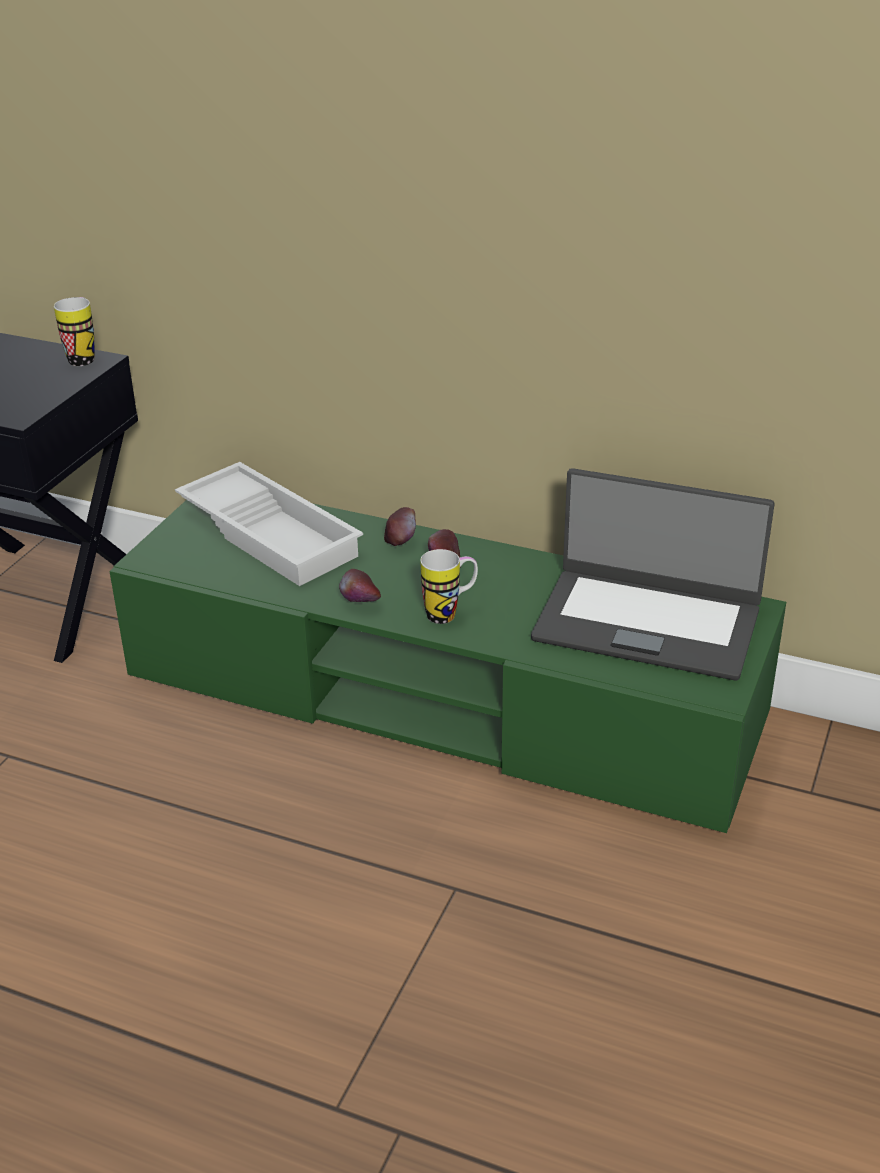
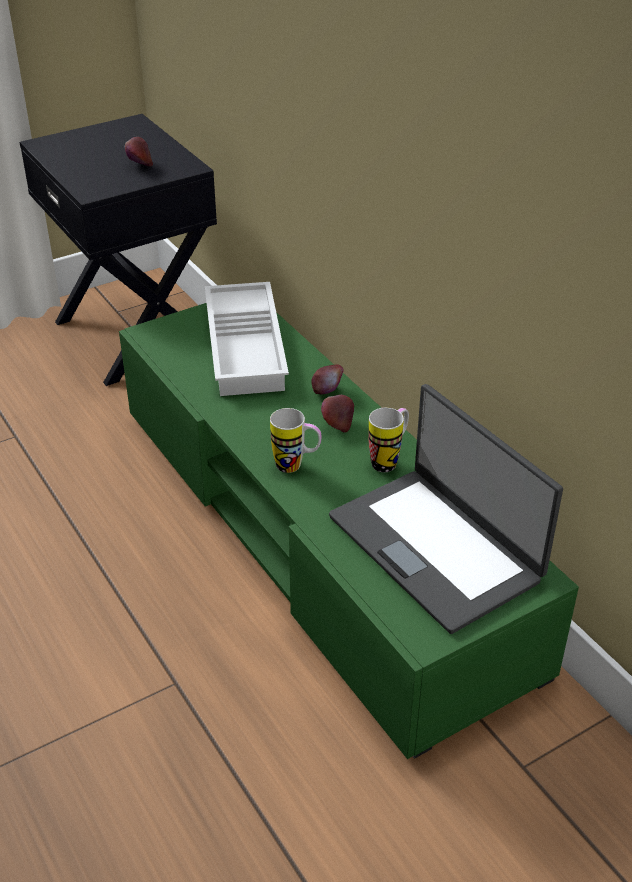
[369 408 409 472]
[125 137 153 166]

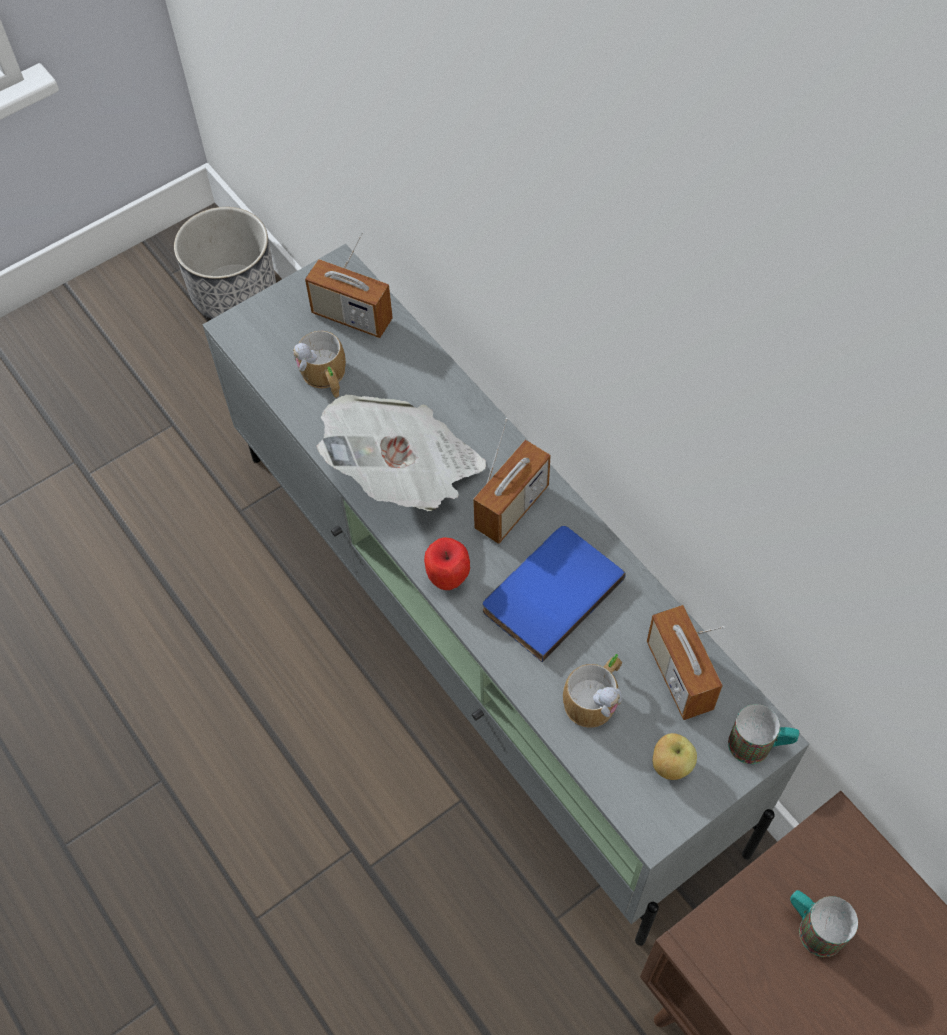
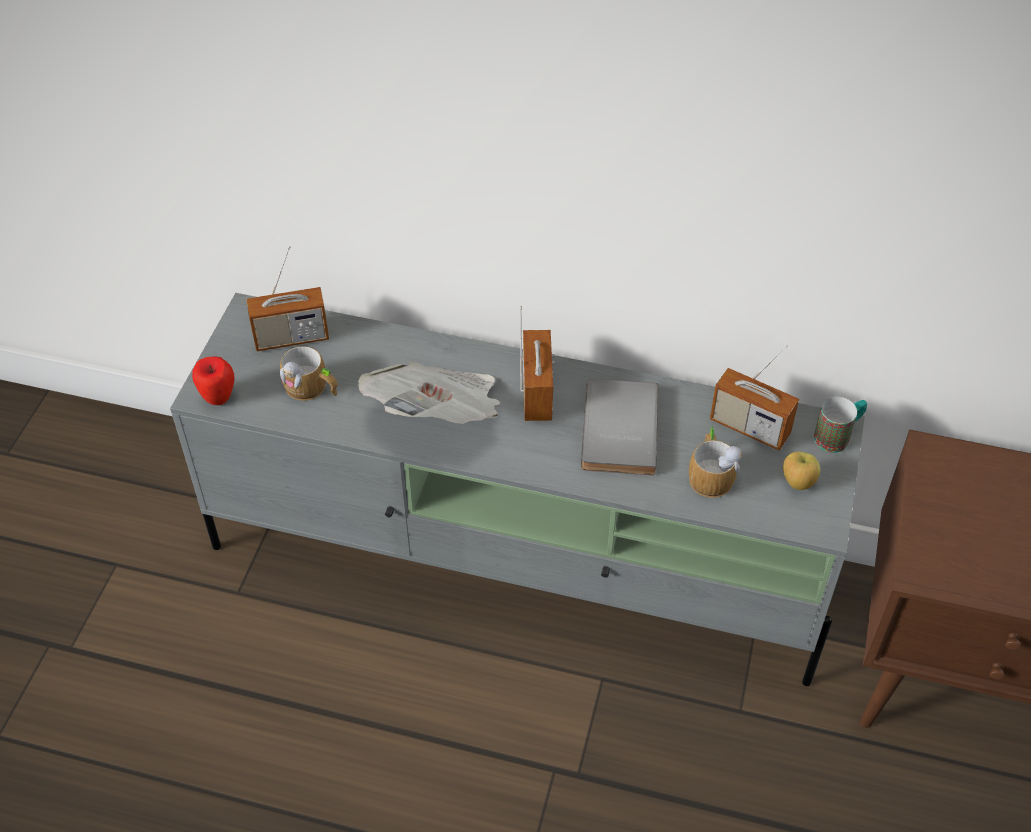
[174 207 276 319] (first image)
[192 356 235 405]
[581 379 658 476]
[790 890 858 957] (first image)

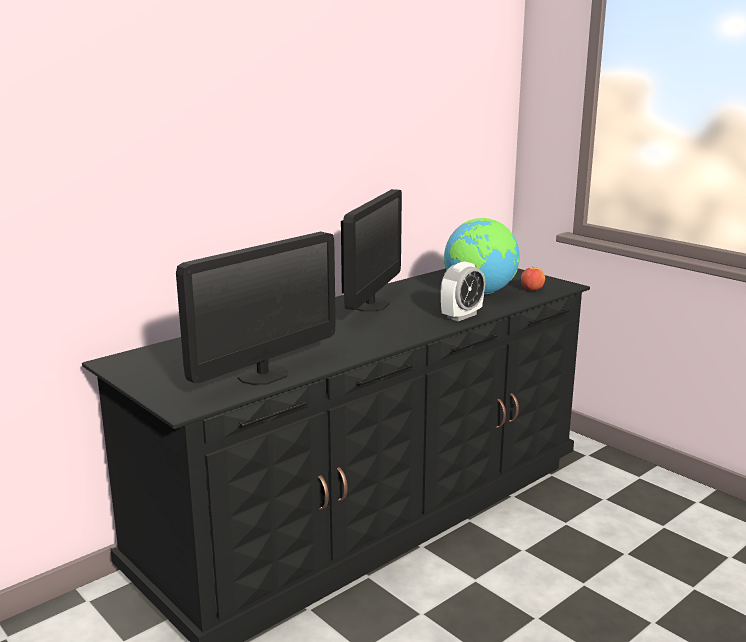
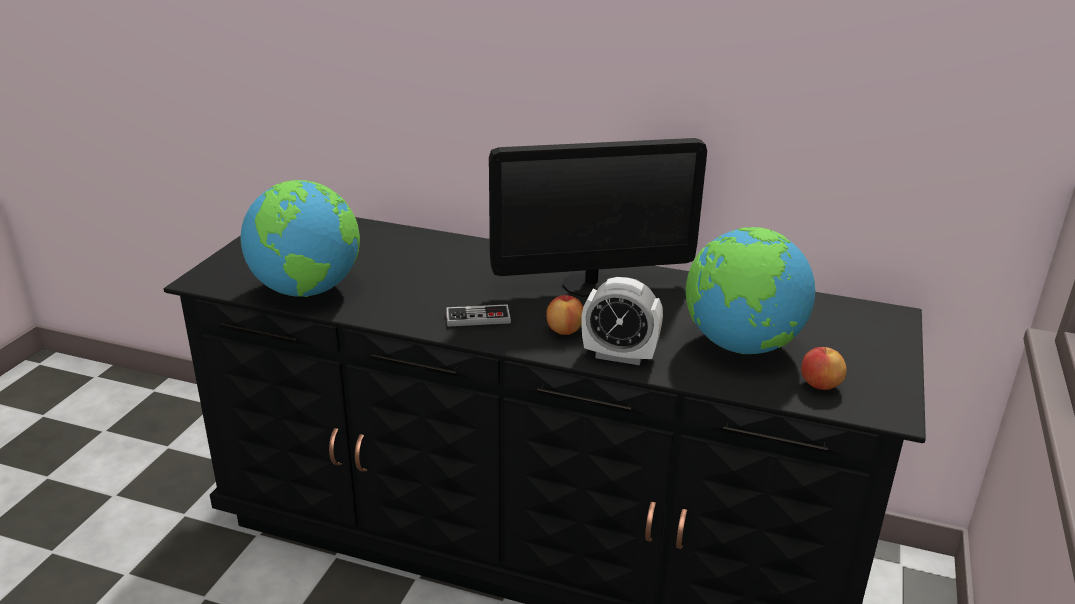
[241 180 360 297]
[446 304 511 327]
[546 295 583 335]

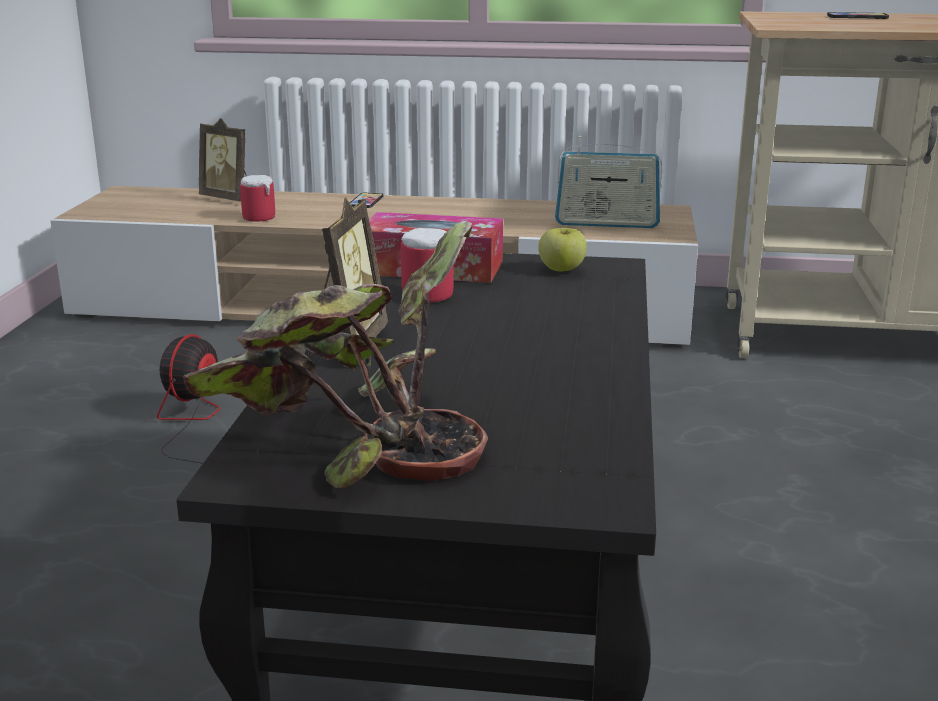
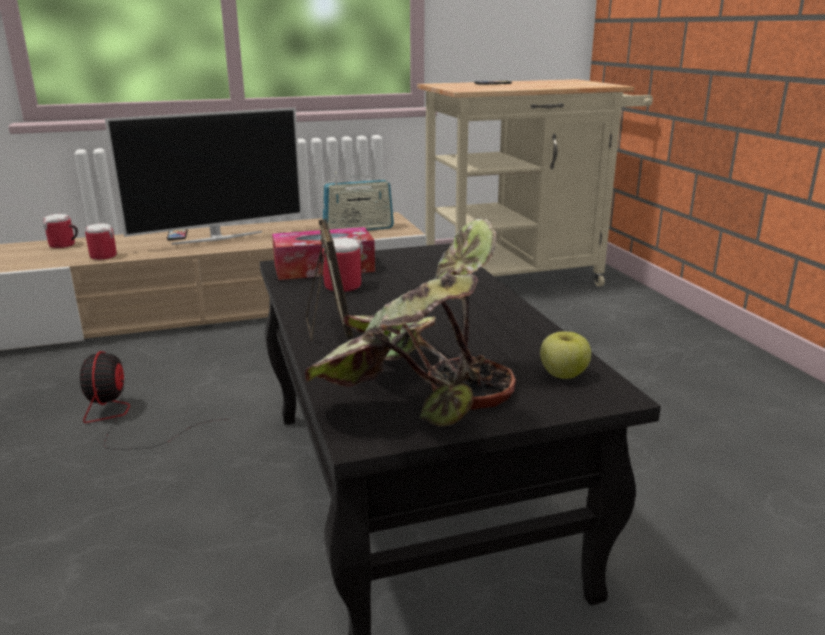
[43 214 78 248]
[540 332 591 379]
[105 108 302 245]

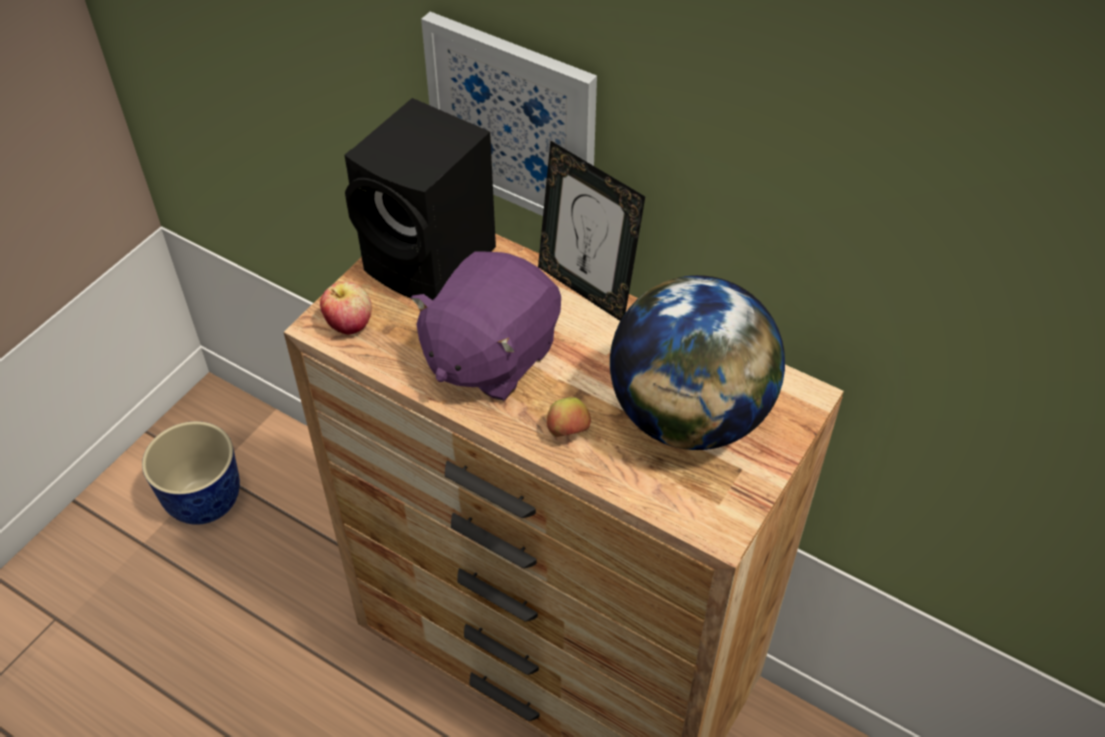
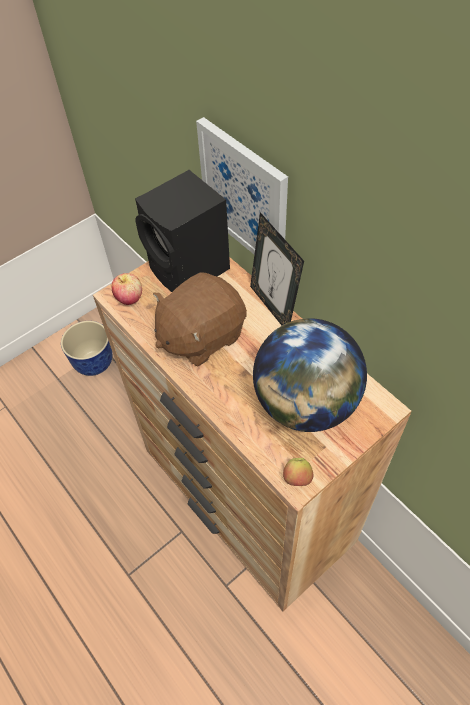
[153 272 247 367]
[283 458 313 486]

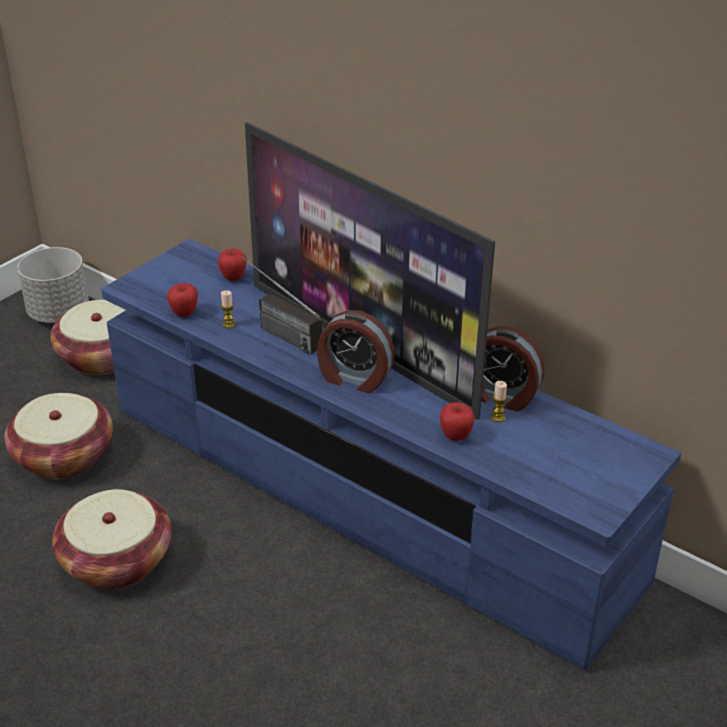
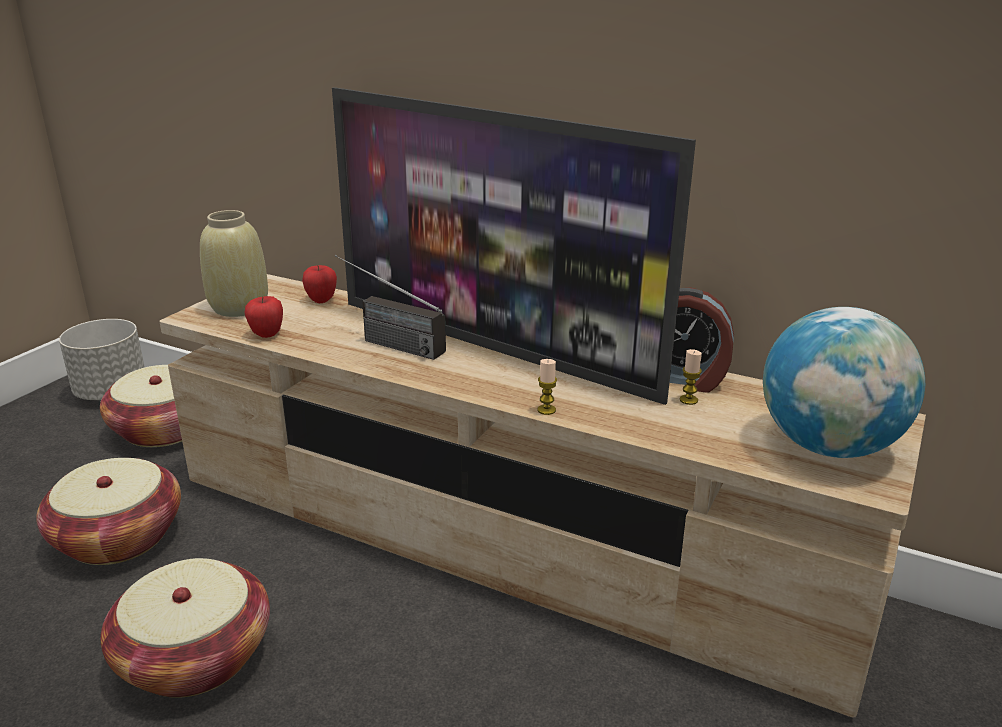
[159 274 926 718]
[538 359 557 415]
[317 310 395 393] (first image)
[440 402 475 441] (first image)
[200 210 268 317]
[763 307 925 458]

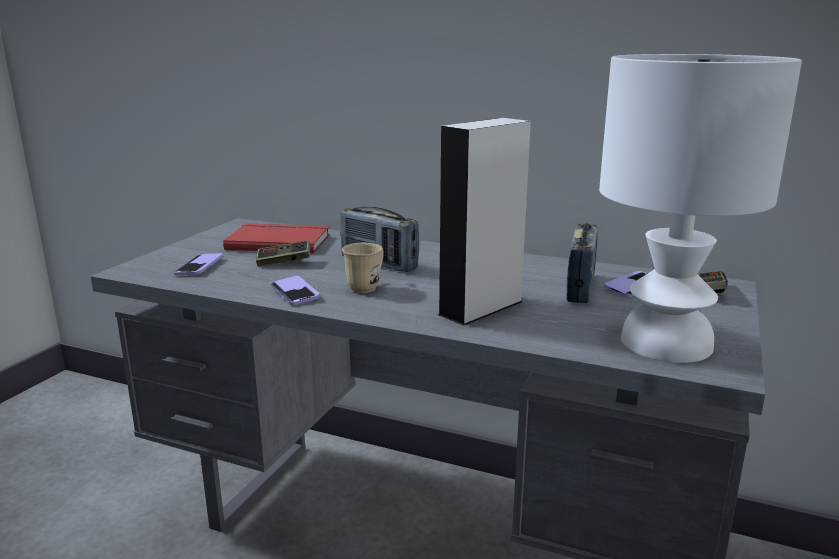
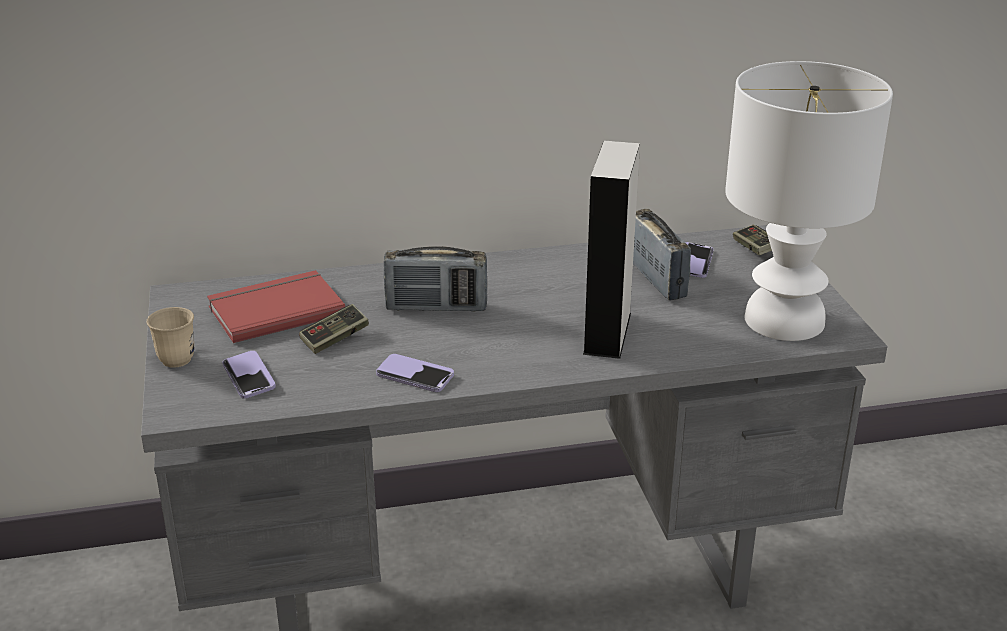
[147 307 194 368]

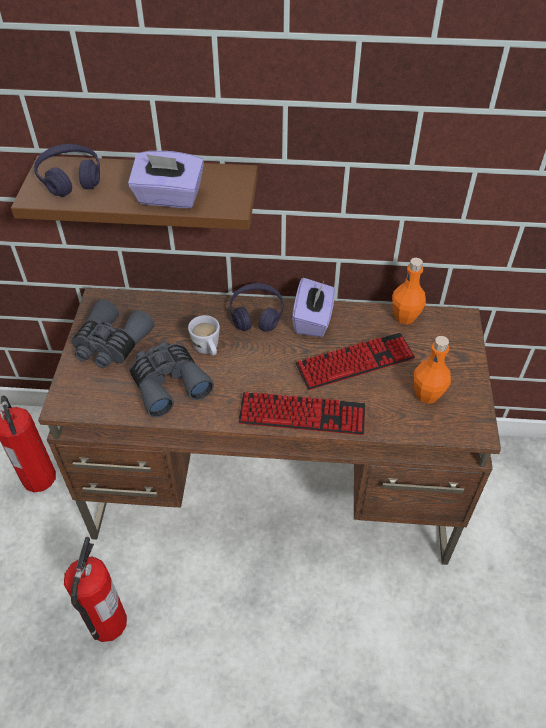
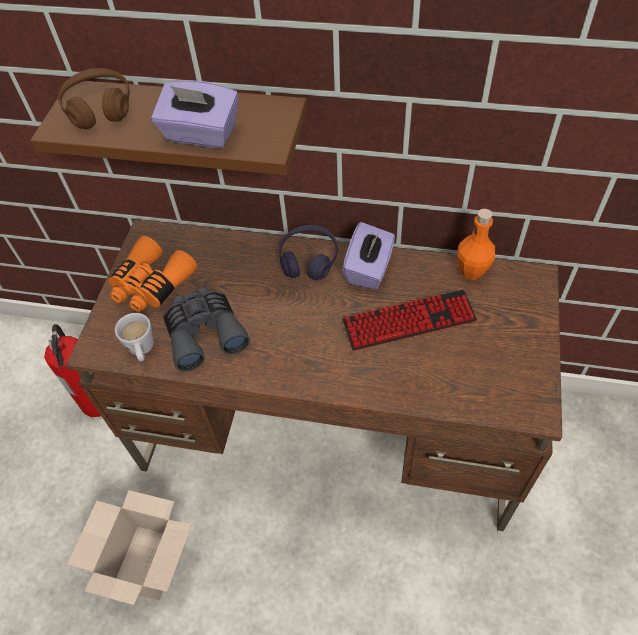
[57 68 130 130]
[67 490 192 605]
[108 236 197 312]
[115 313 154 361]
[238 392 365 435] (first image)
[414 336 451 404] (first image)

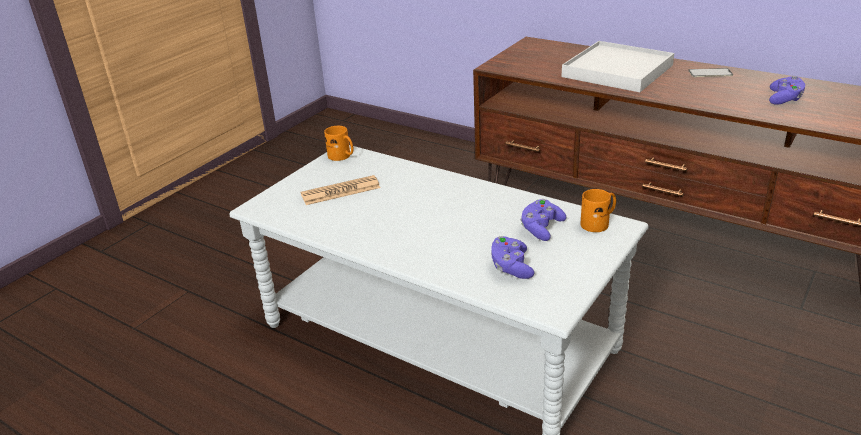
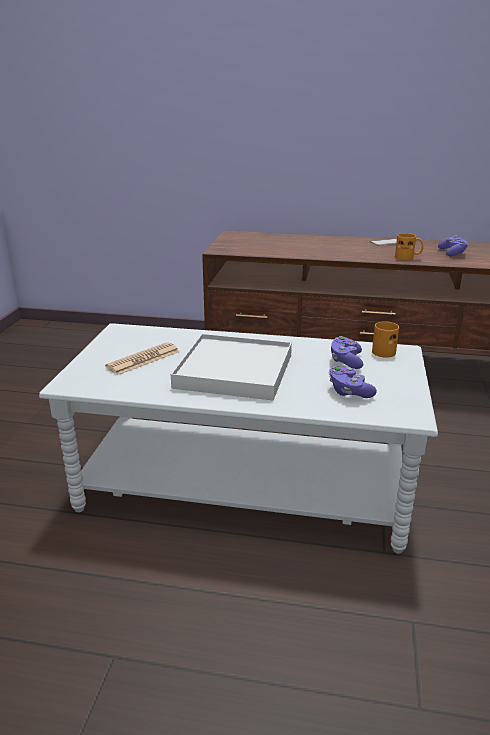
[395 233 424 260]
[171 334 292 400]

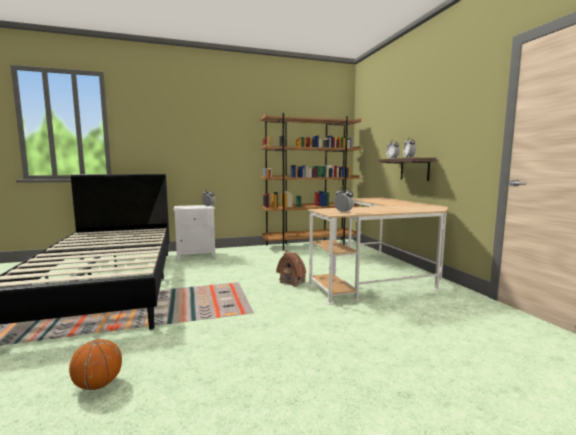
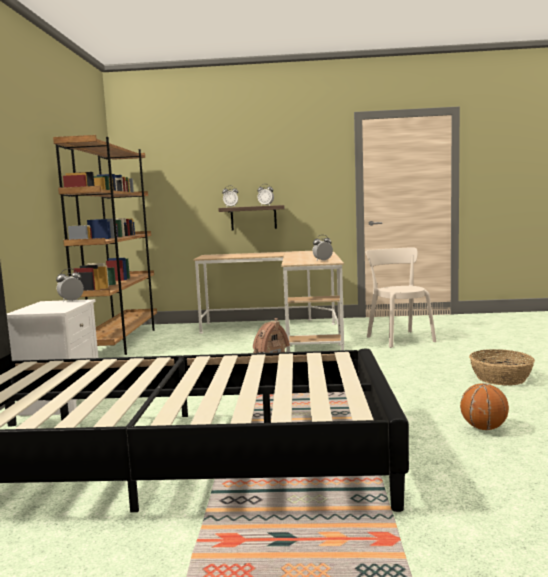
[366 247 437 348]
[469 349 535 386]

